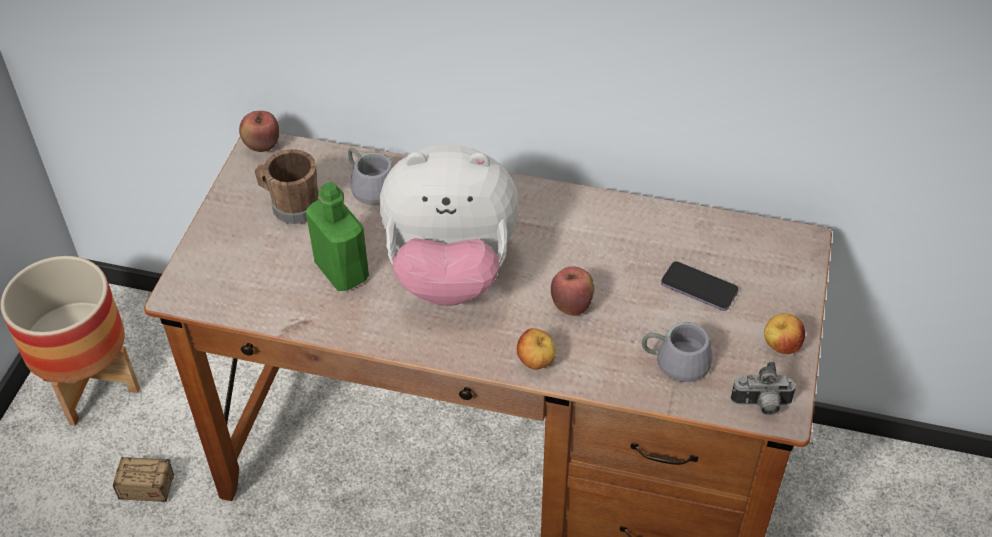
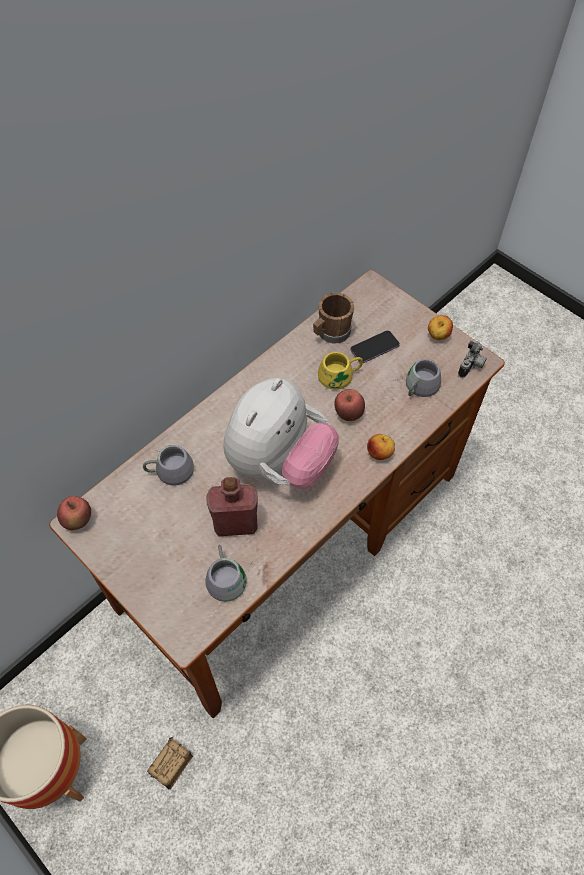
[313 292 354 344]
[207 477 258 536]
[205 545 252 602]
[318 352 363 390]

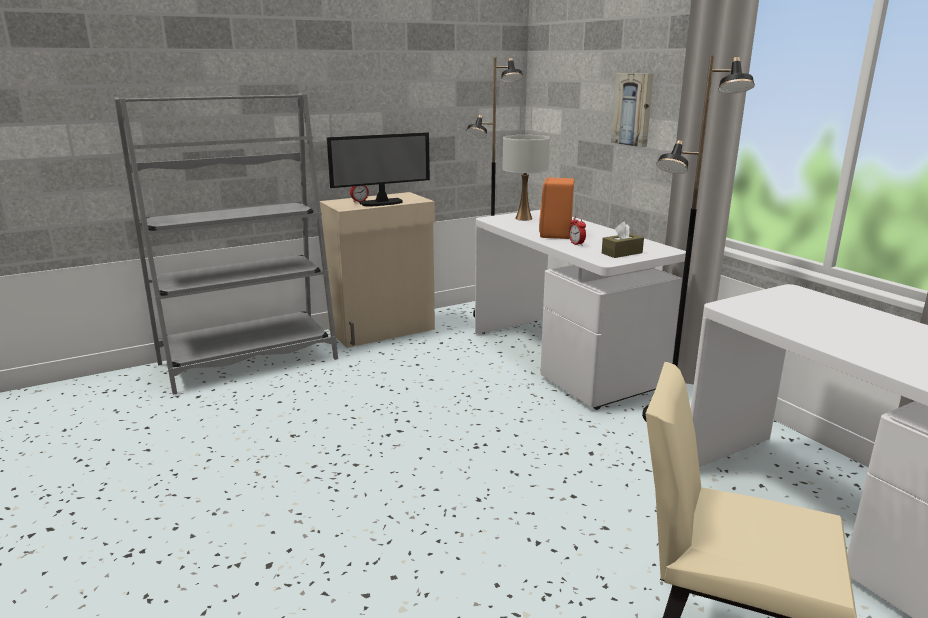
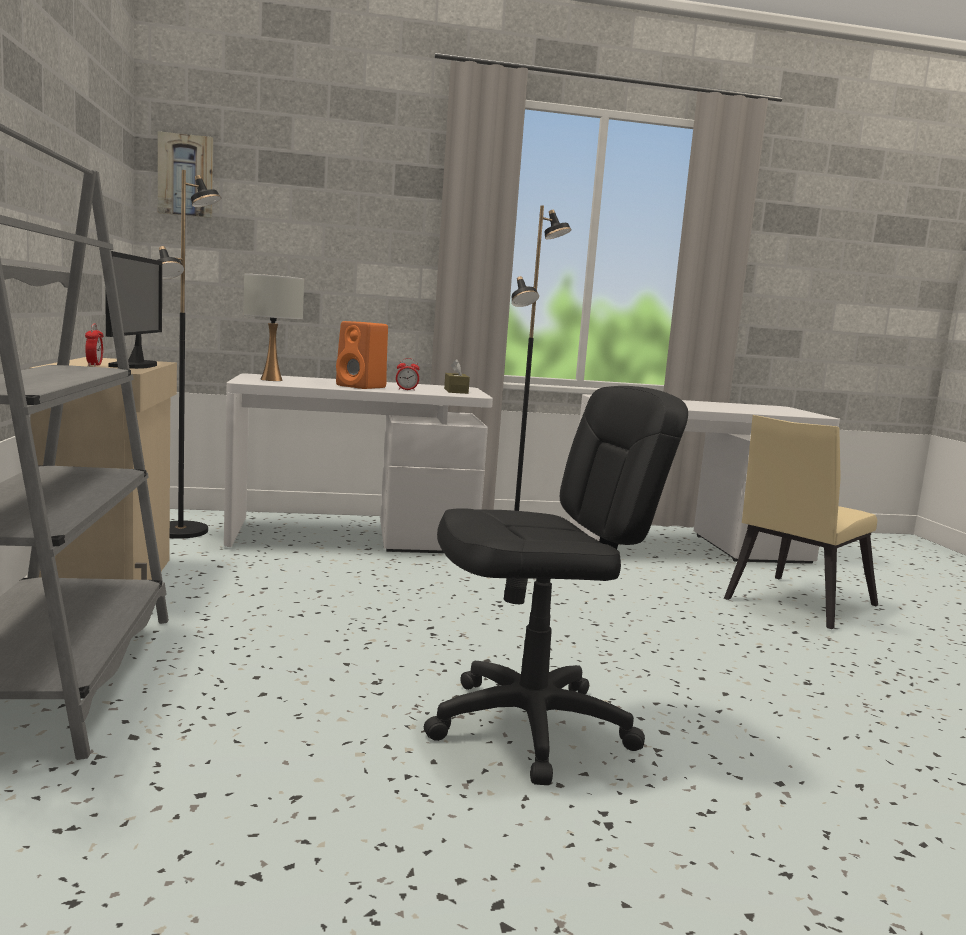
[158 131 213 218]
[424 386 688 785]

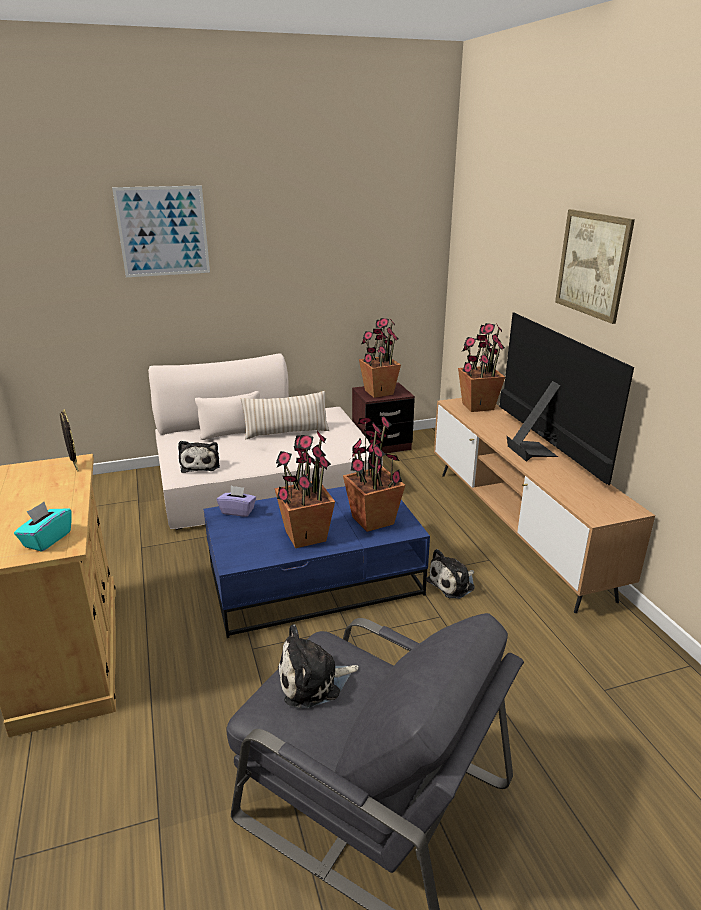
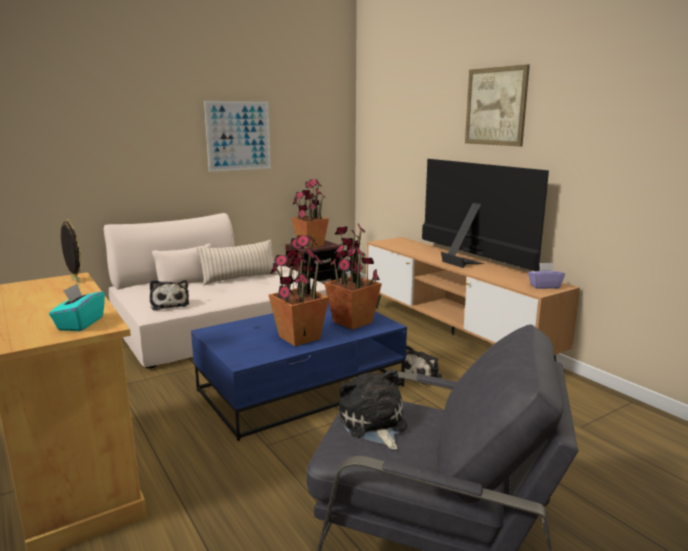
[204 101 271 172]
[528 263 565 289]
[339 369 407 450]
[458 323 505 412] (first image)

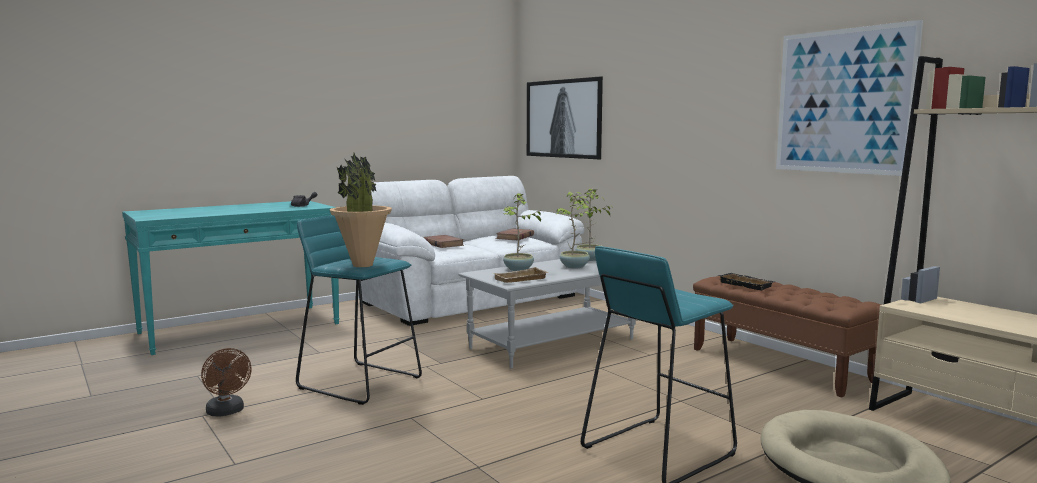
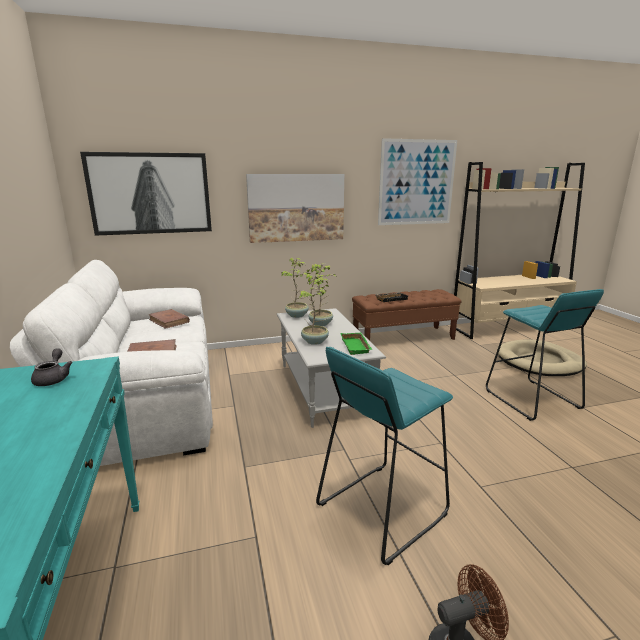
[330 153 392 267] (first image)
[340 333 373 355]
[246 174 344 243]

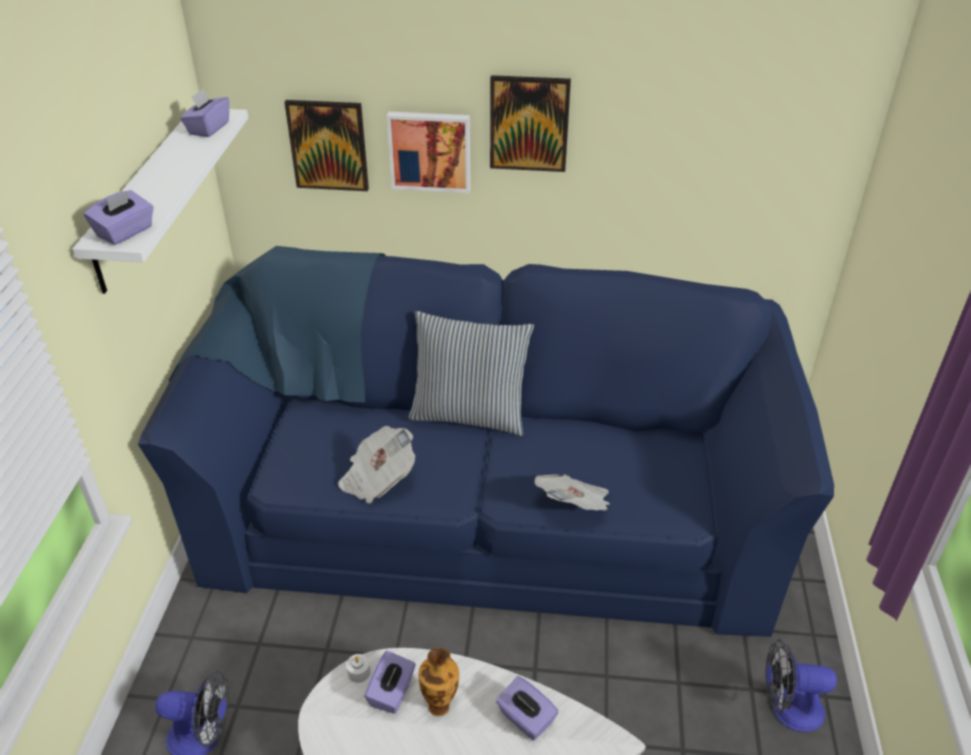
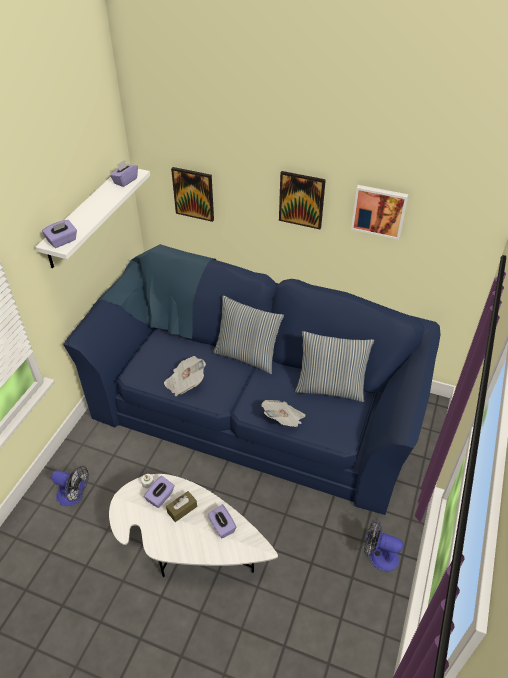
[351 185 408 240]
[166 491 197 522]
[295 331 374 402]

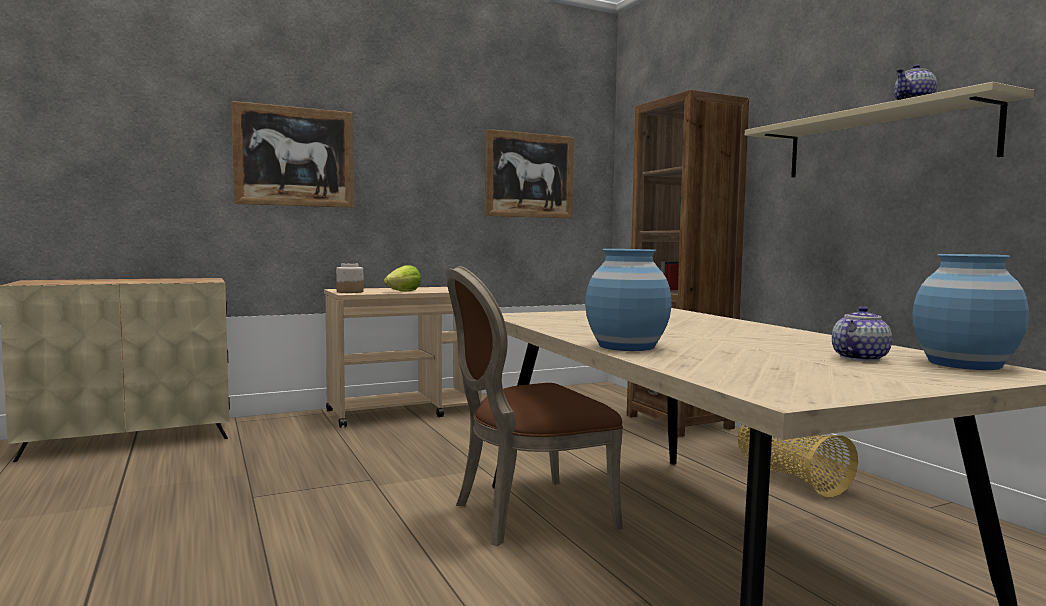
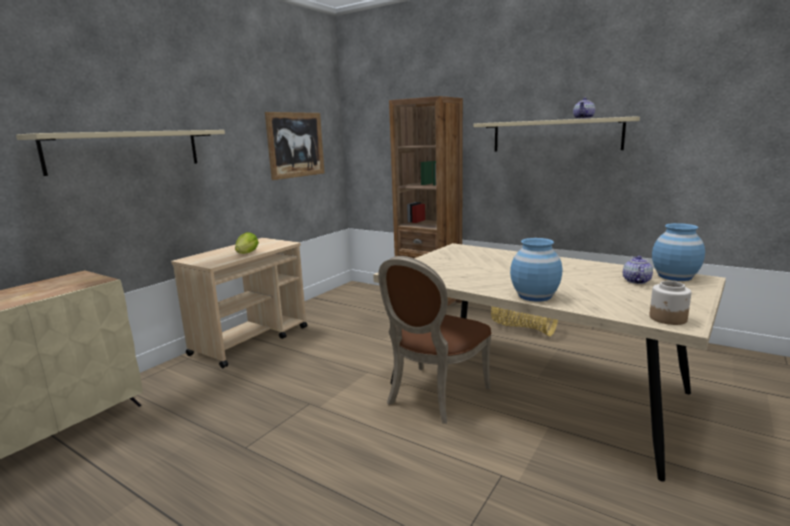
[16 130 225 176]
[649 281 691 325]

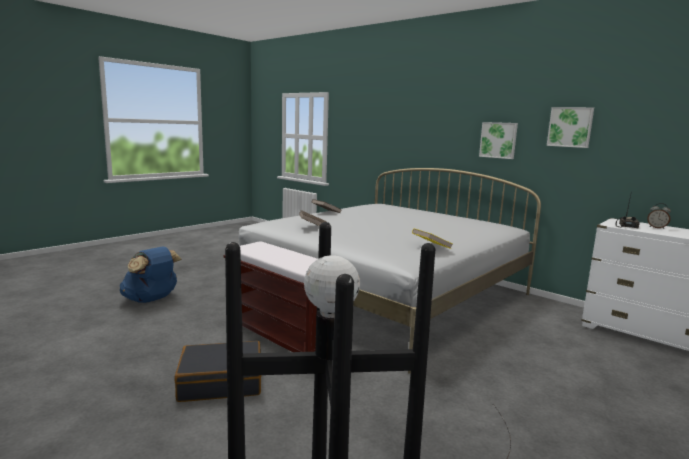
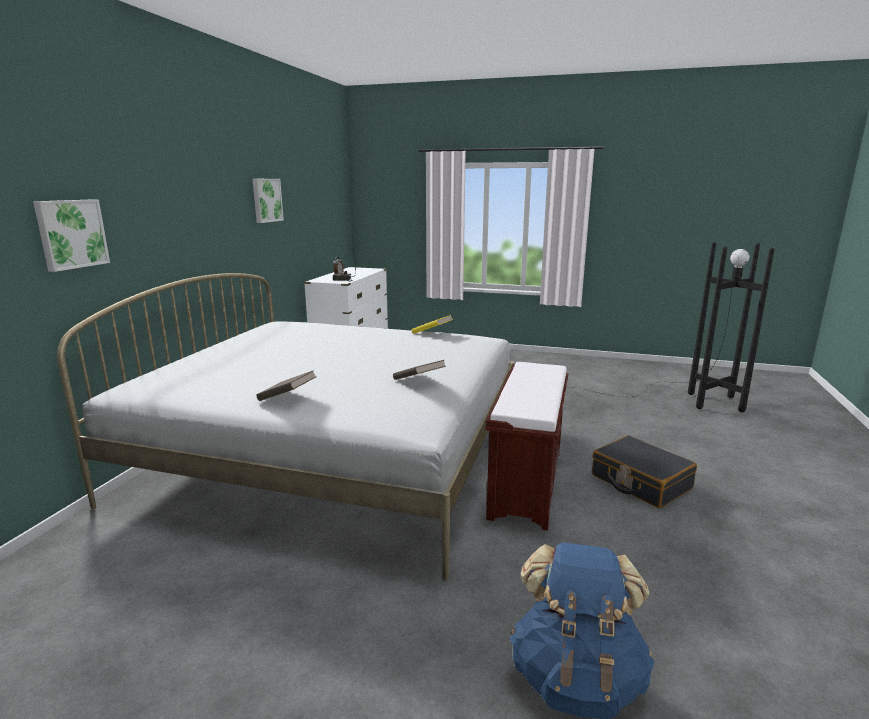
[33 199 110 272]

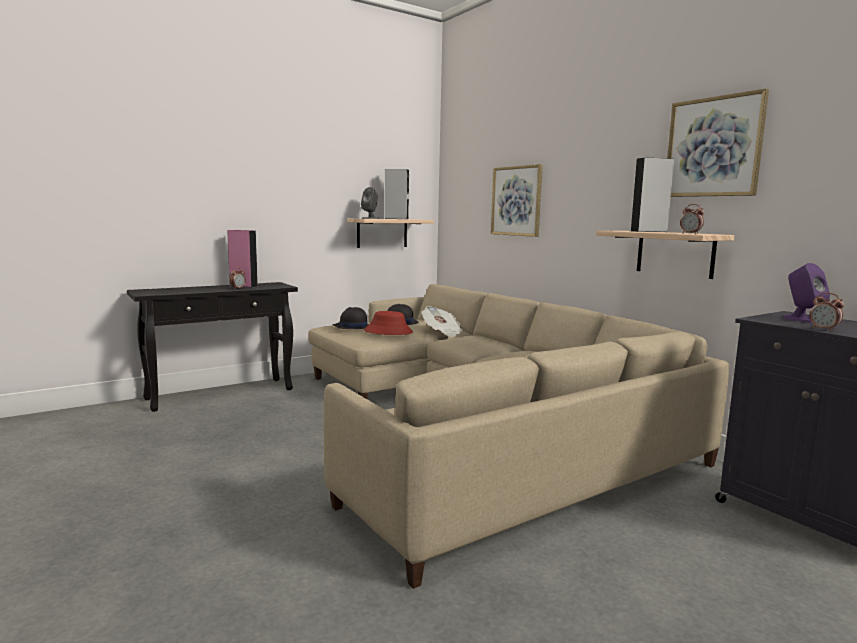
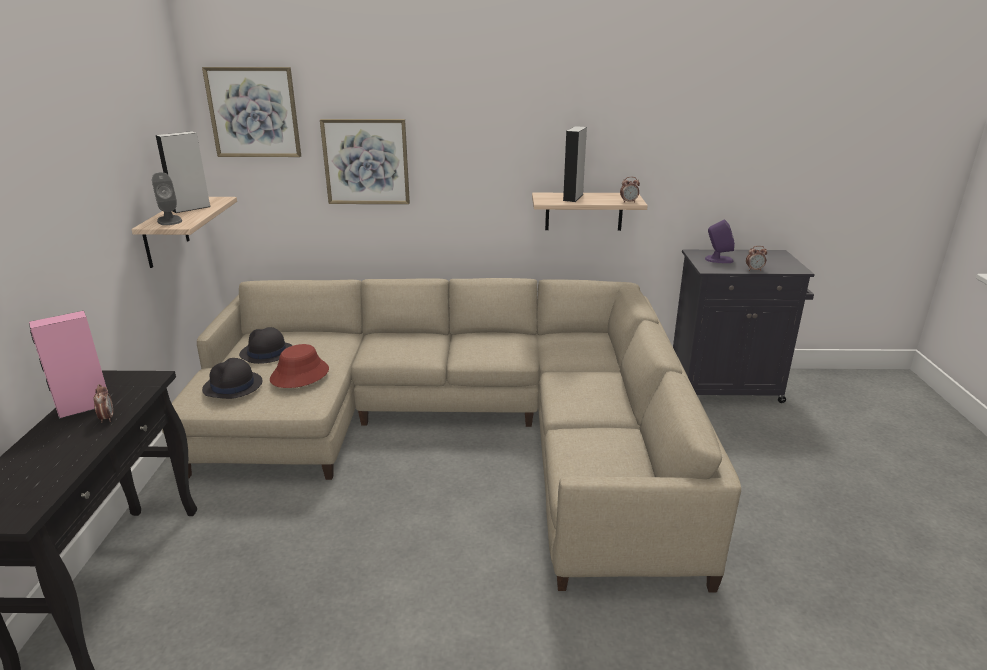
[421 306 464 337] (first image)
[202 67 301 157]

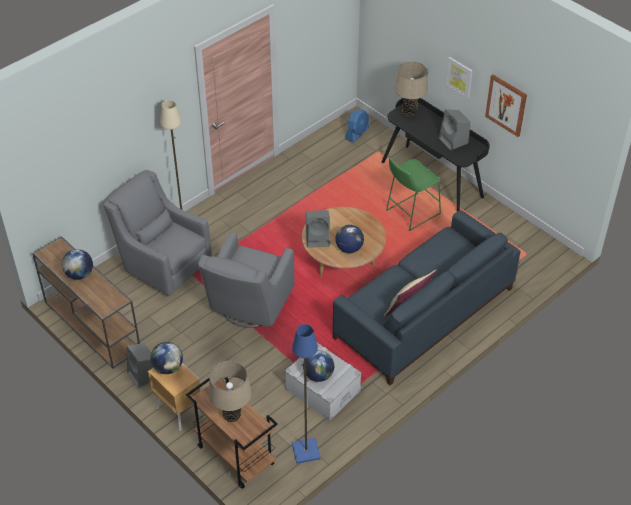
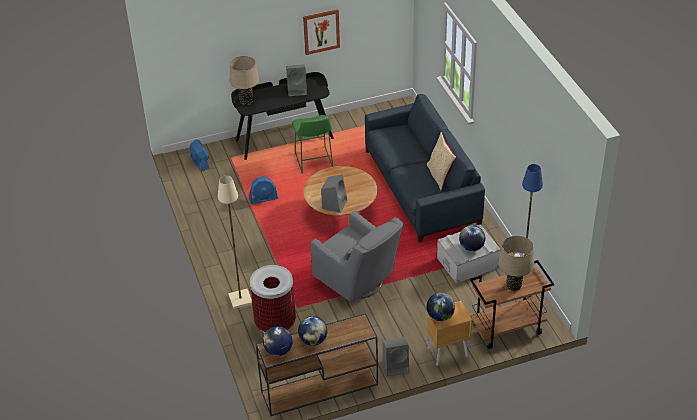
[250 265 296 333]
[263 326 293 356]
[445 57 473 99] (first image)
[249 176 278 204]

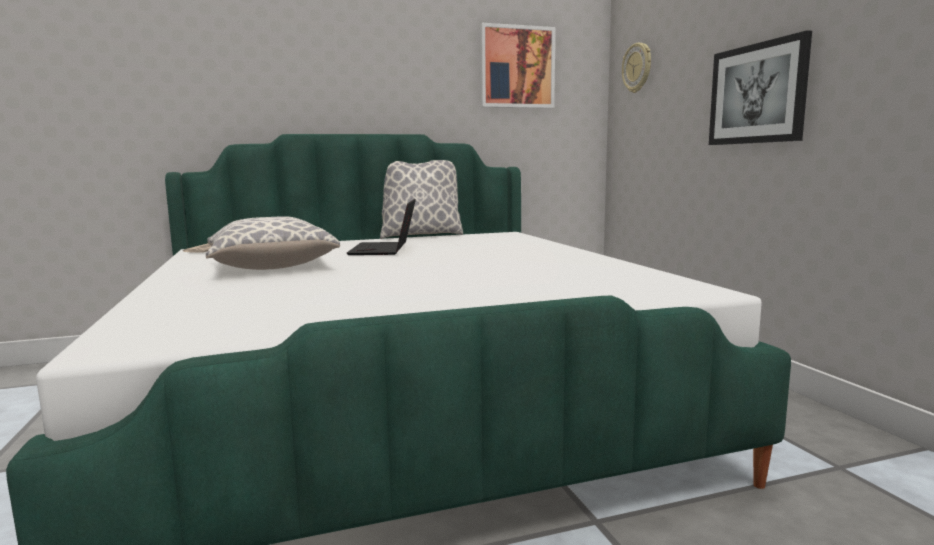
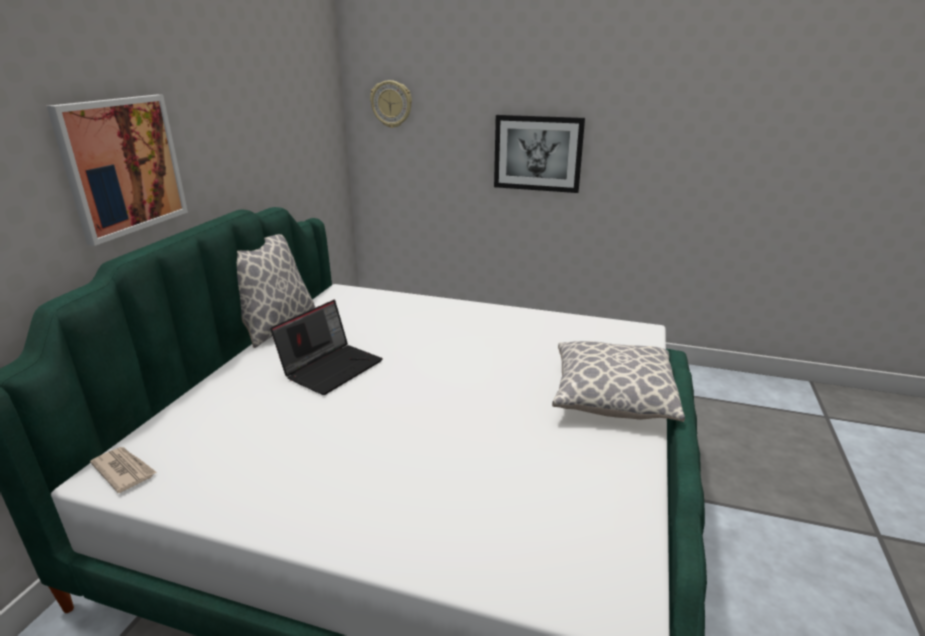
[552 341 685 422]
[270 300 383 395]
[46 95 188 246]

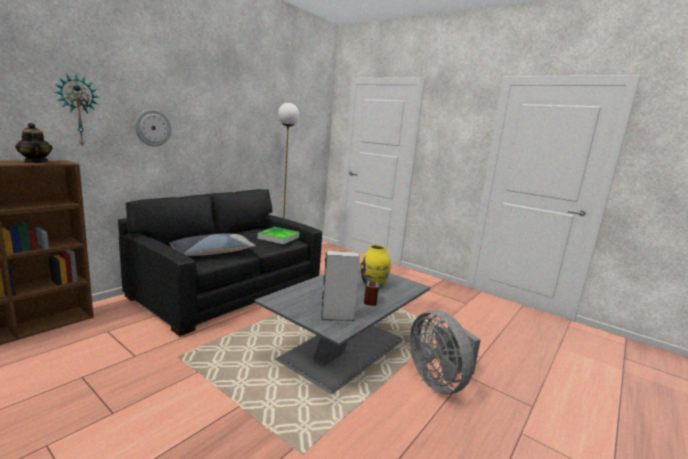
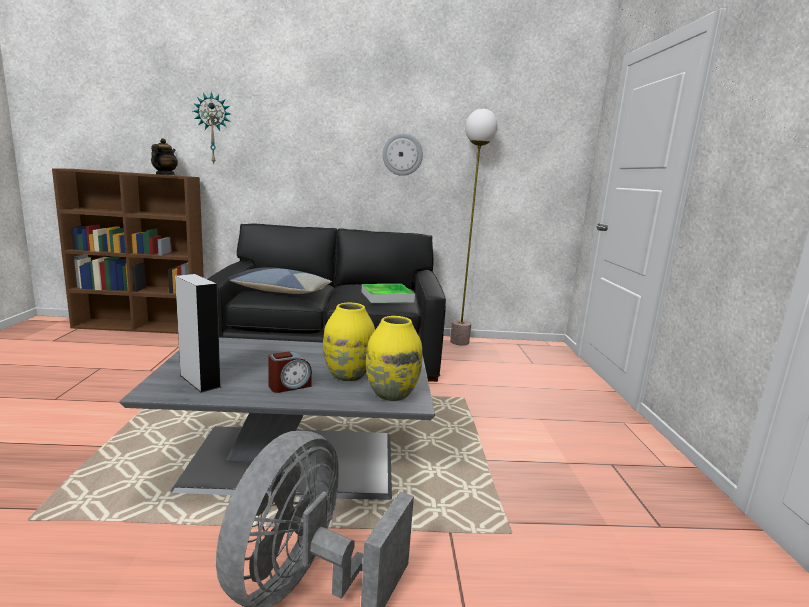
[382 133 423 176]
[366 316 422 401]

